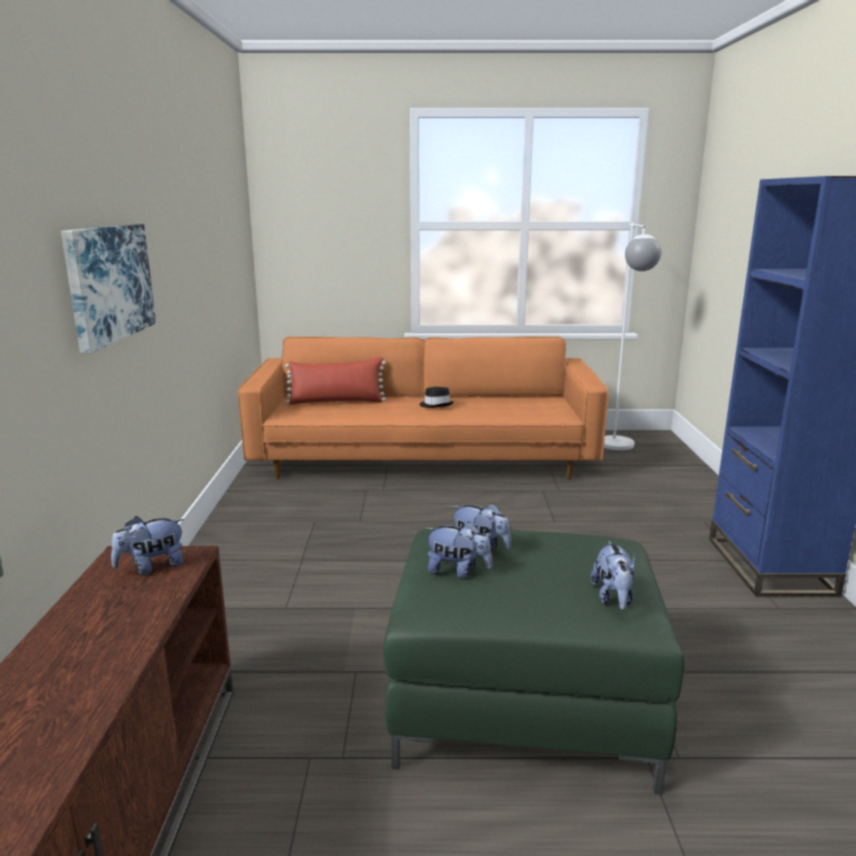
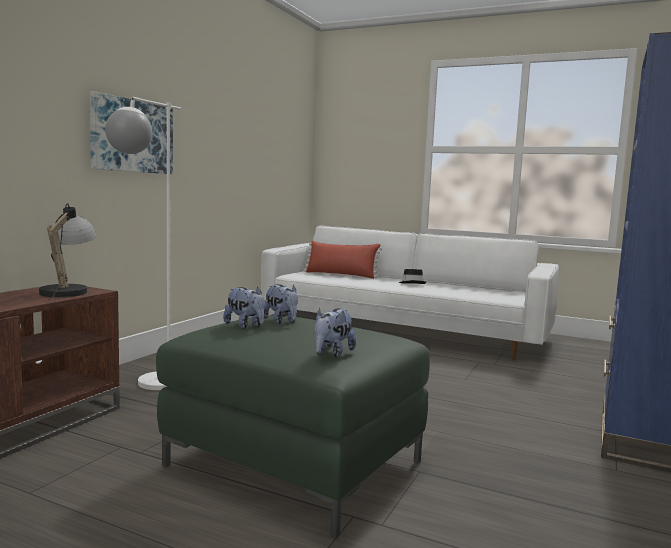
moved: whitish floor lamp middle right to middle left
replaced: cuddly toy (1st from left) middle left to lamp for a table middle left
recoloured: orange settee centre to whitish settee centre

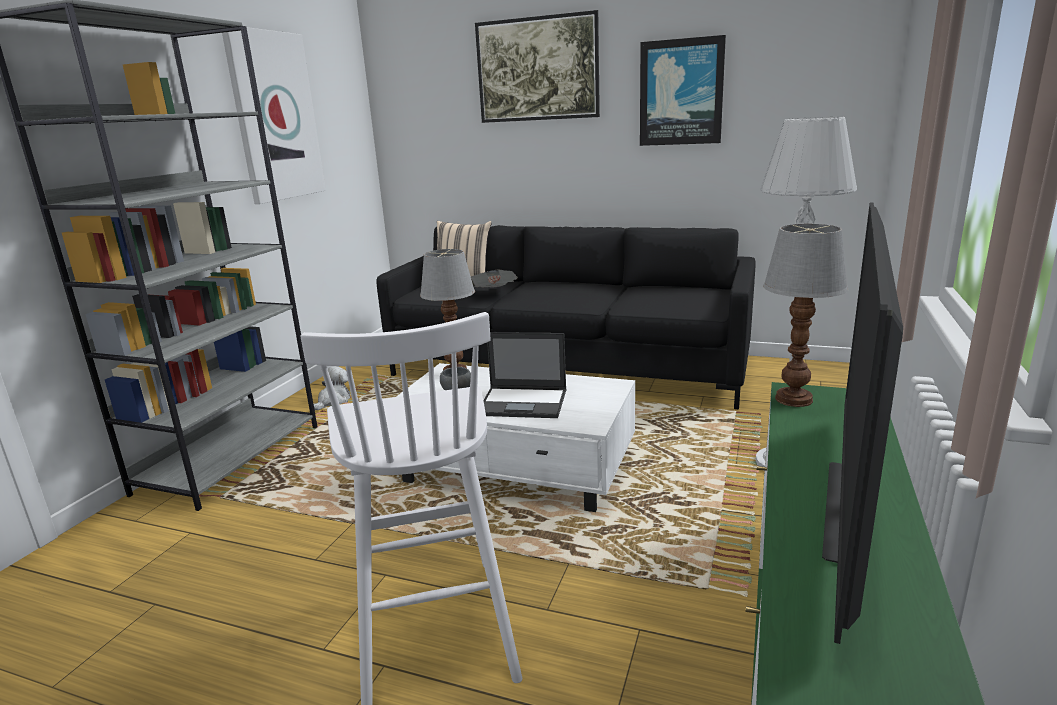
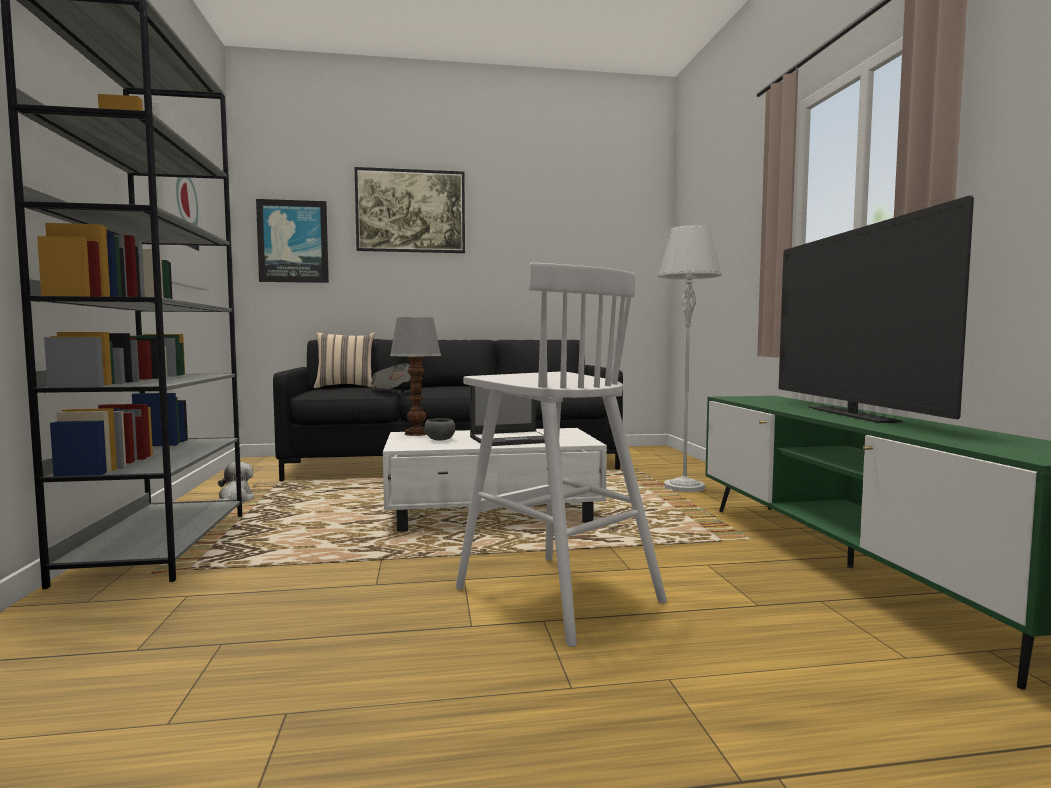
removed: lamp for a table (2nd from left) middle right
moved: wall picture (3rd from left in the first image) top centre to wall picture (2nd from left) top left

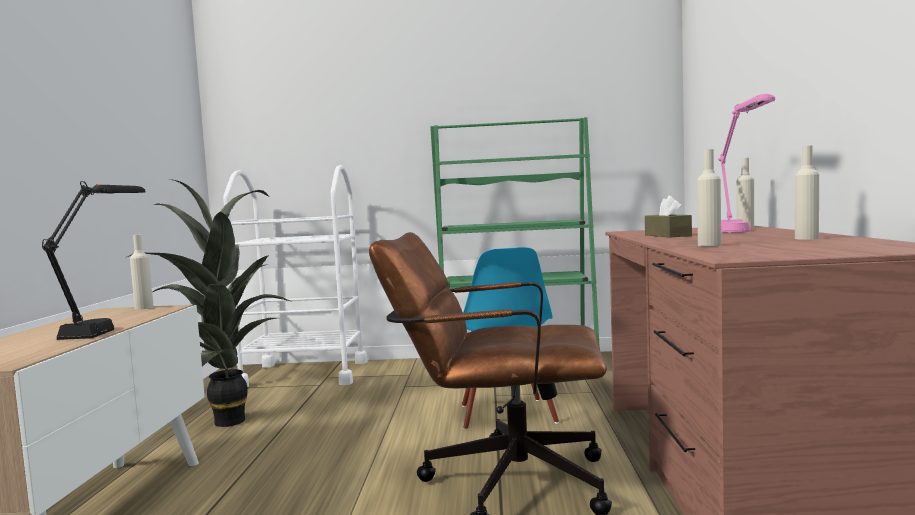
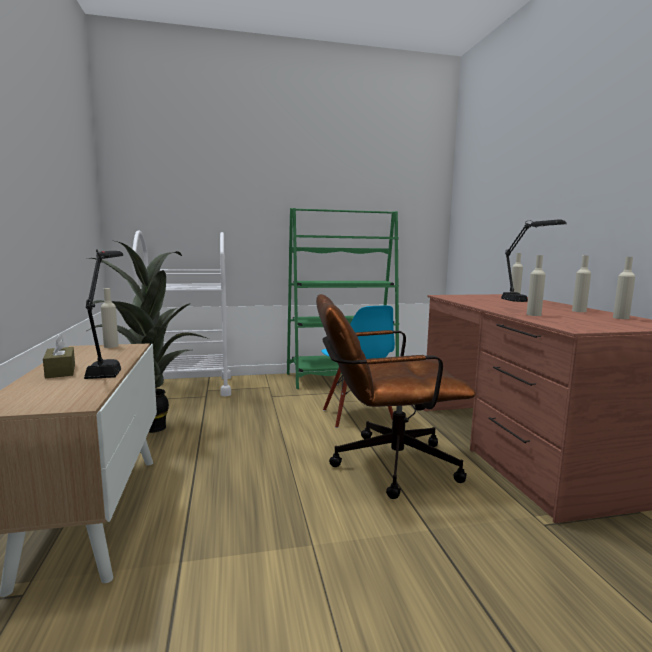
added: beige drink bottle (5th from left) middle right
moved: brown-coloured tissue box middle right to middle left
recoloured: pink-coloured lamp for a table top right to black-coloured lamp for a table (2nd from left) middle right

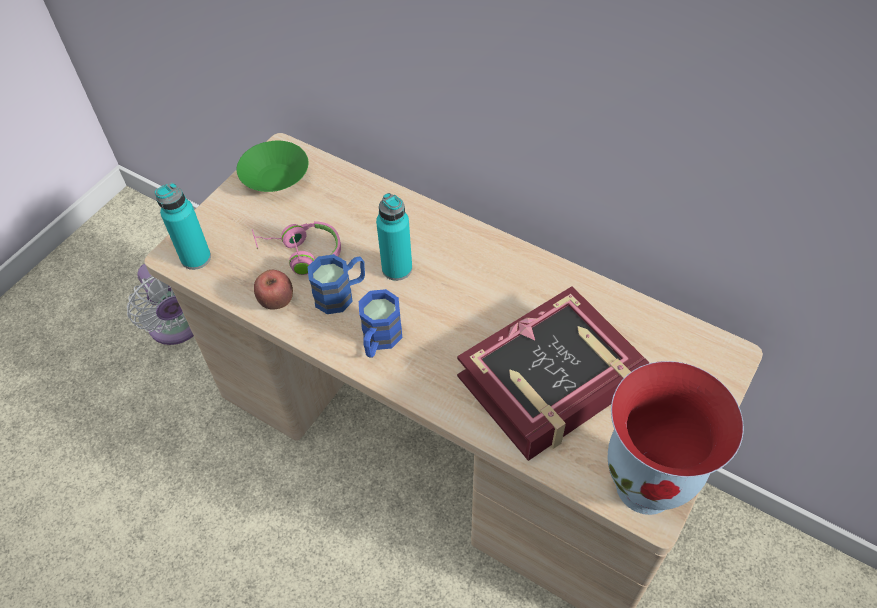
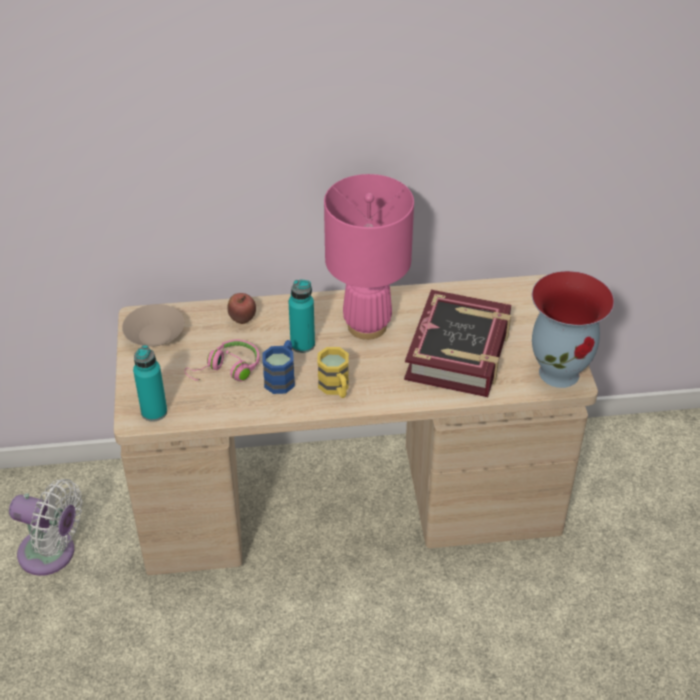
added: pink-coloured lamp for a table centre
moved: whole apple middle left to centre
recoloured: green-coloured deep dish top left to beige deep dish middle left; blue-coloured tea mug (2nd from left) centre to yellow tea mug centre

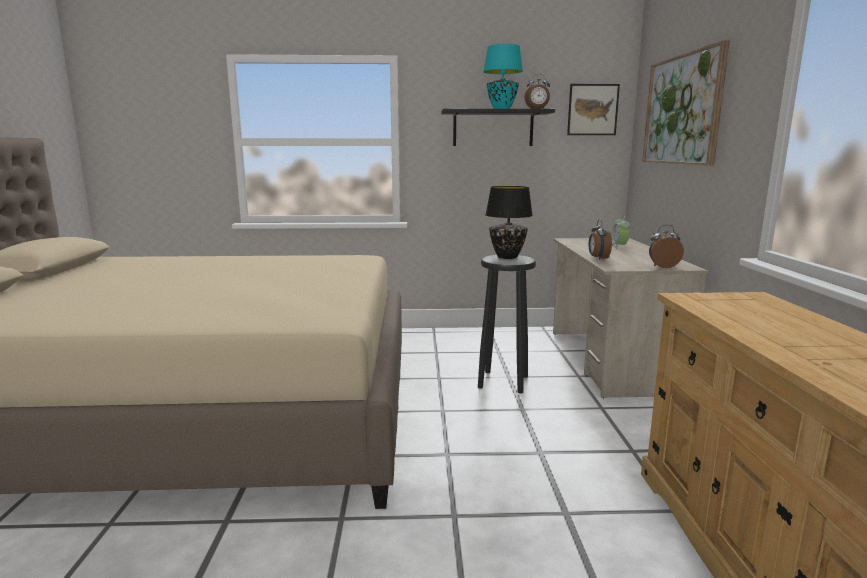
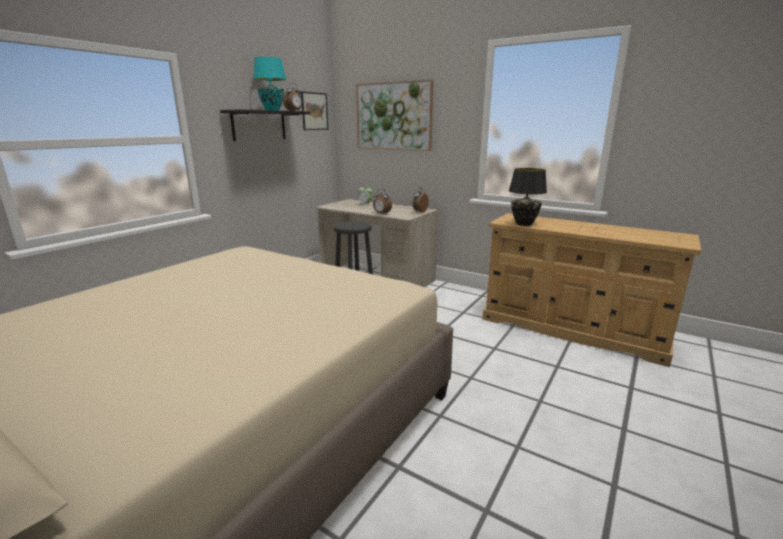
moved: black-coloured lamp for a table centre to middle right

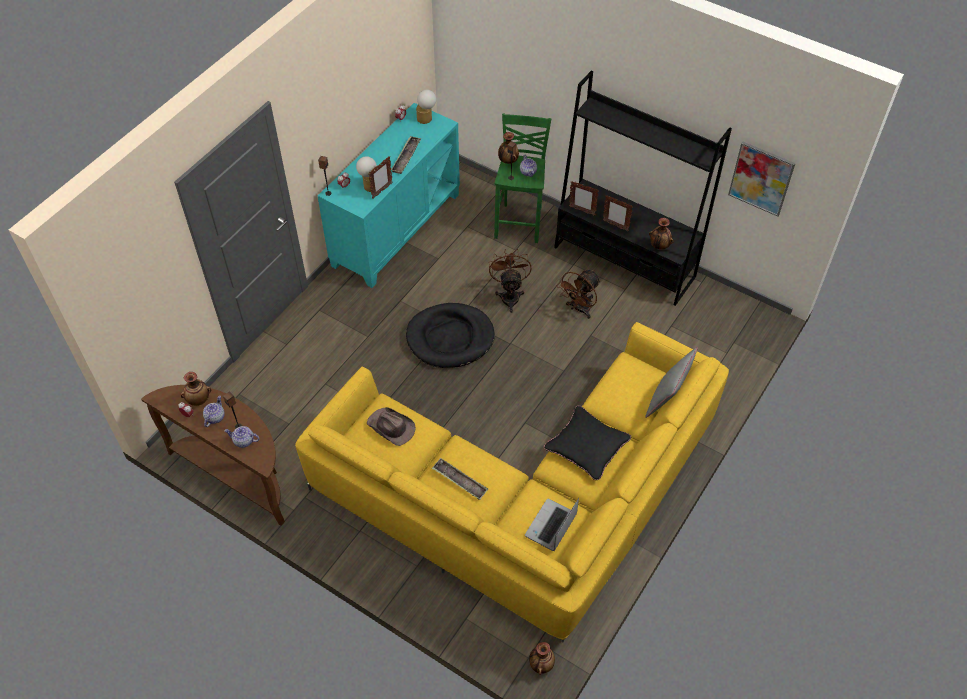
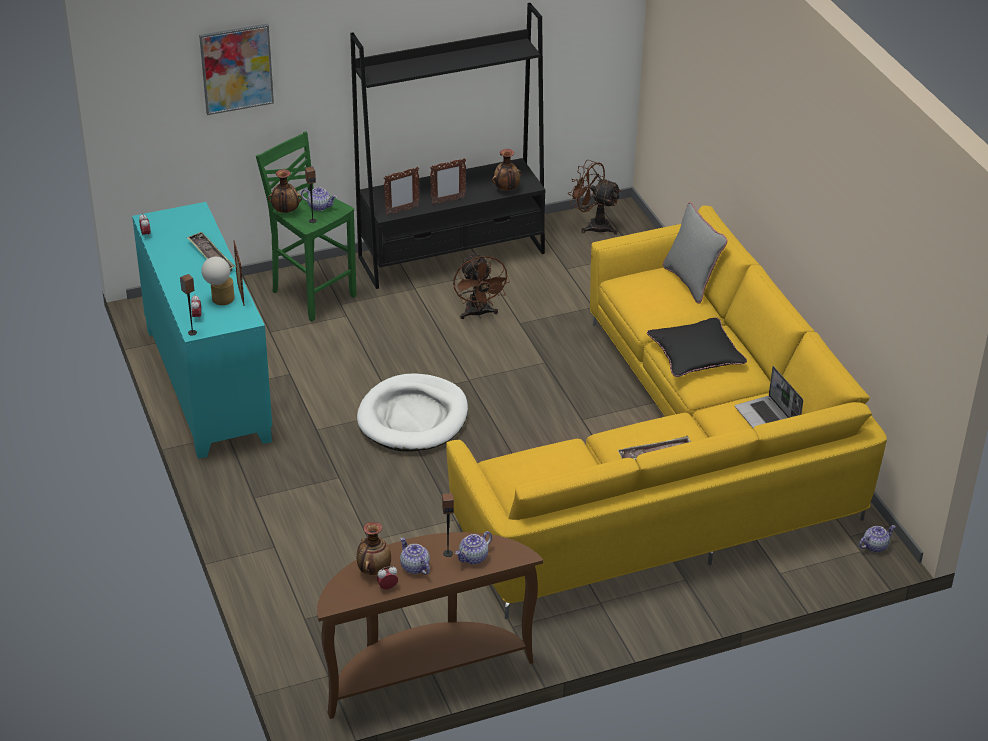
removed: brown-coloured hat centre; lamp for a table (2nd from left) top centre
moved: brown-coloured fan (1st from left in the first image) centre to brown-coloured fan (2nd from left) top centre; wall picture top right to top left
replaced: decorative vase (3rd from left) bottom centre to teapot (4th from left) bottom right
recoloured: black-coloured dog cushion centre to whitish dog cushion centre

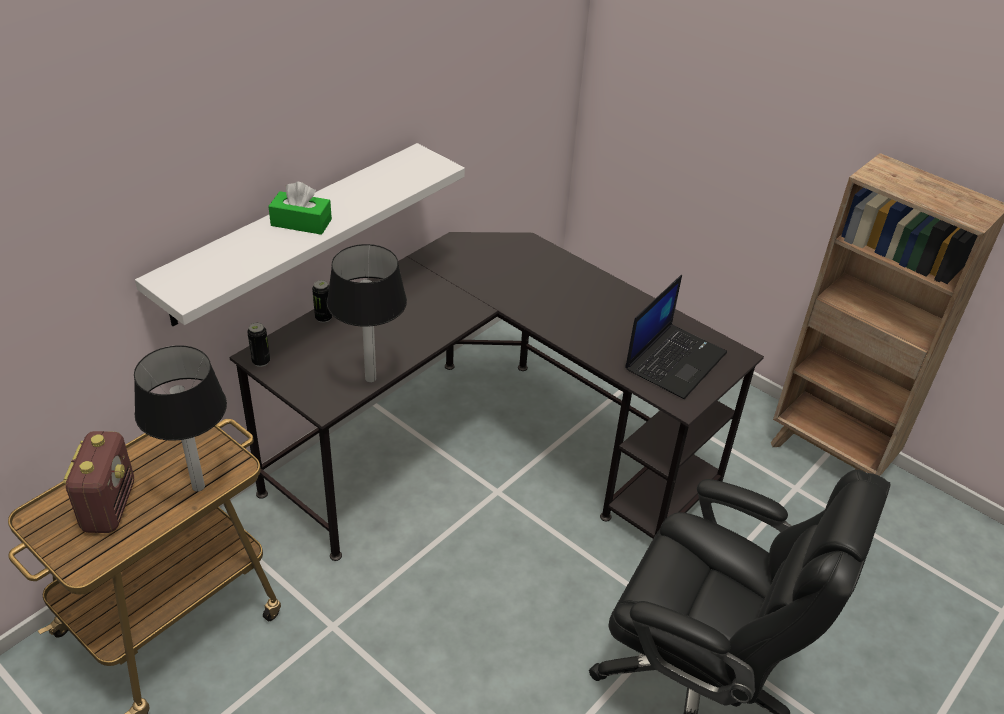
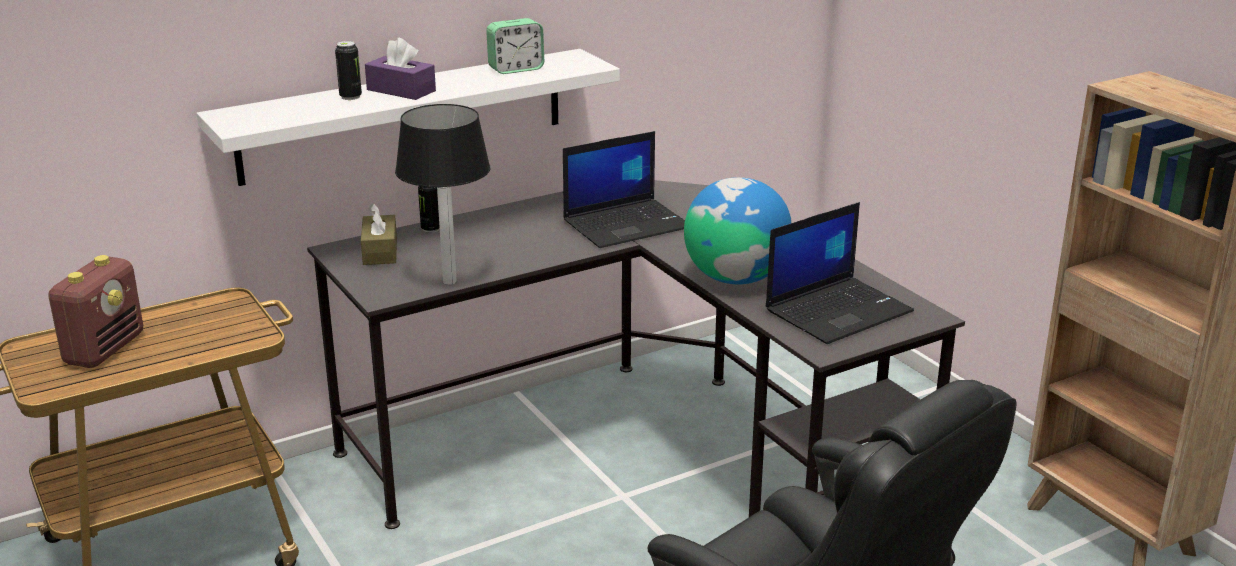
removed: lamp for a table (1st from left) middle left
added: brown-coloured tissue box middle left; table clock top centre; portable computer (1st from left) centre; world globe centre
moved: sealed can (1st from left) middle left to top left
recoloured: green-coloured tissue box top left to purple tissue box top left

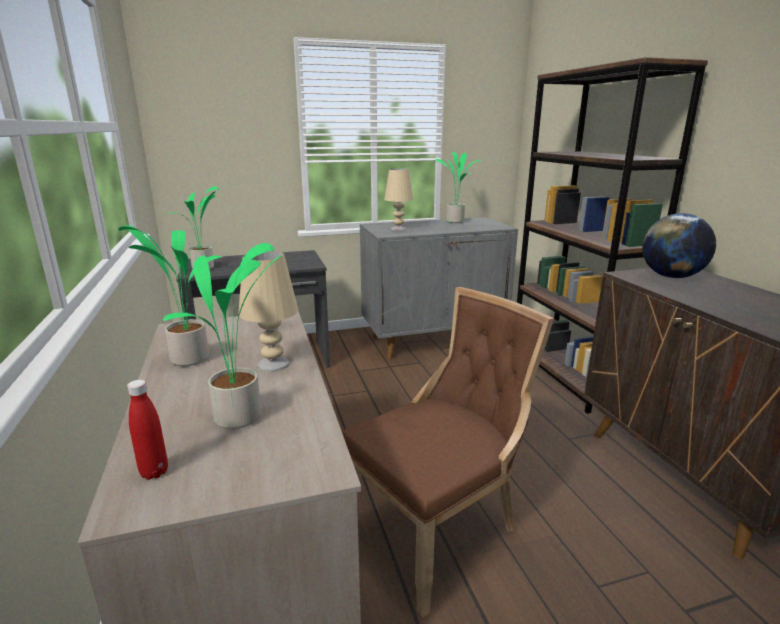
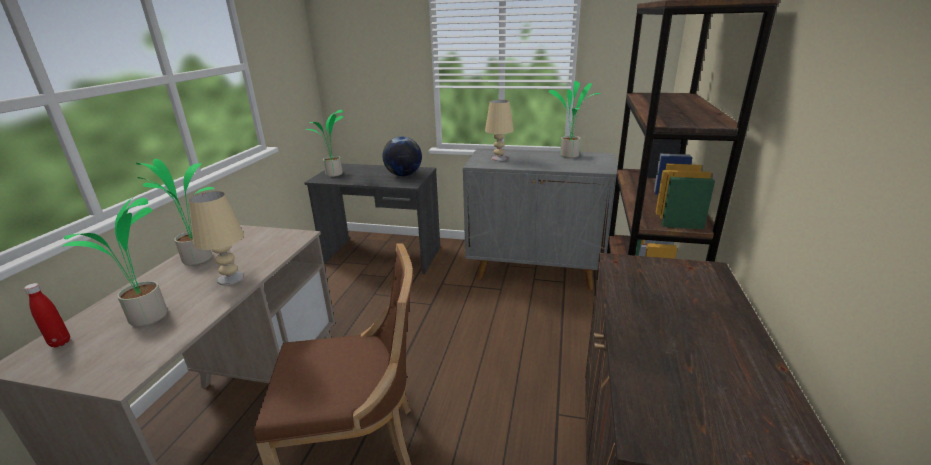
moved: world globe middle right to centre

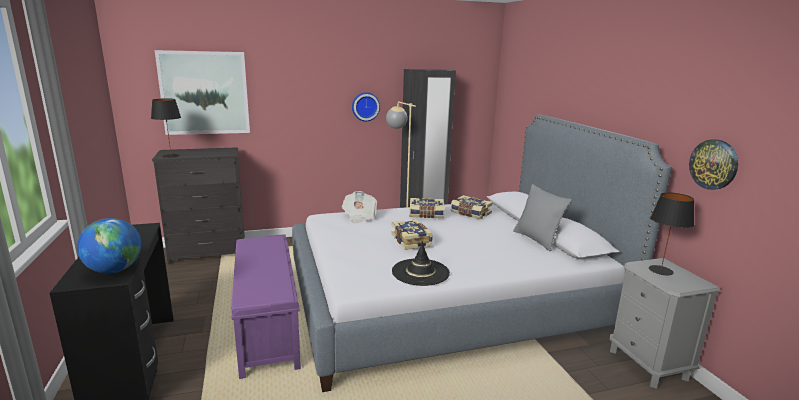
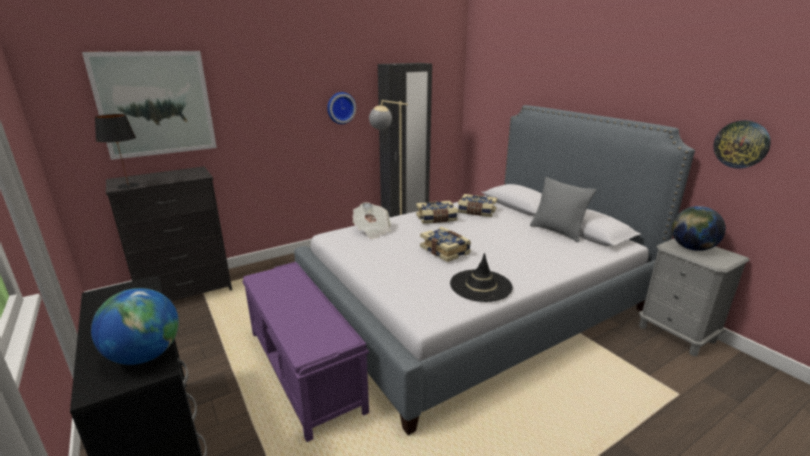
replaced: black-coloured lamp for a table (2nd from left) middle right to world globe (2nd from left) middle right

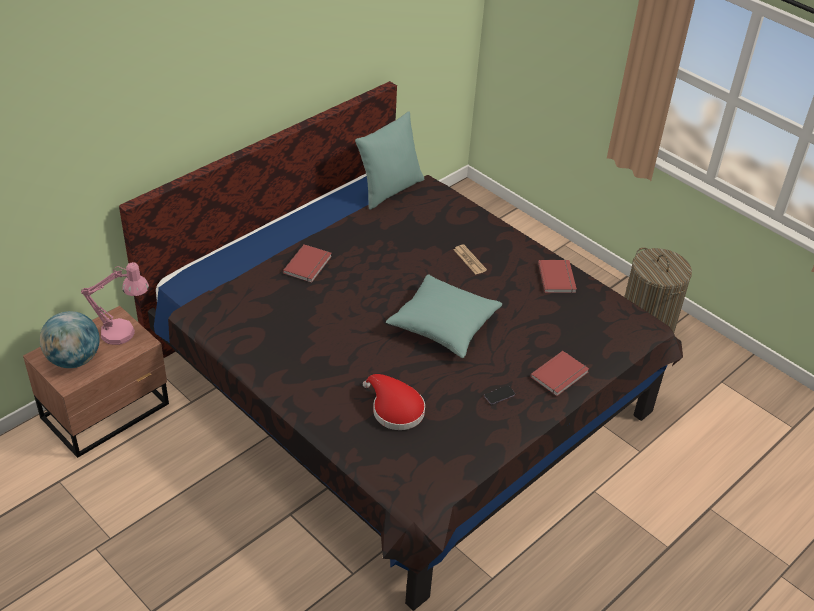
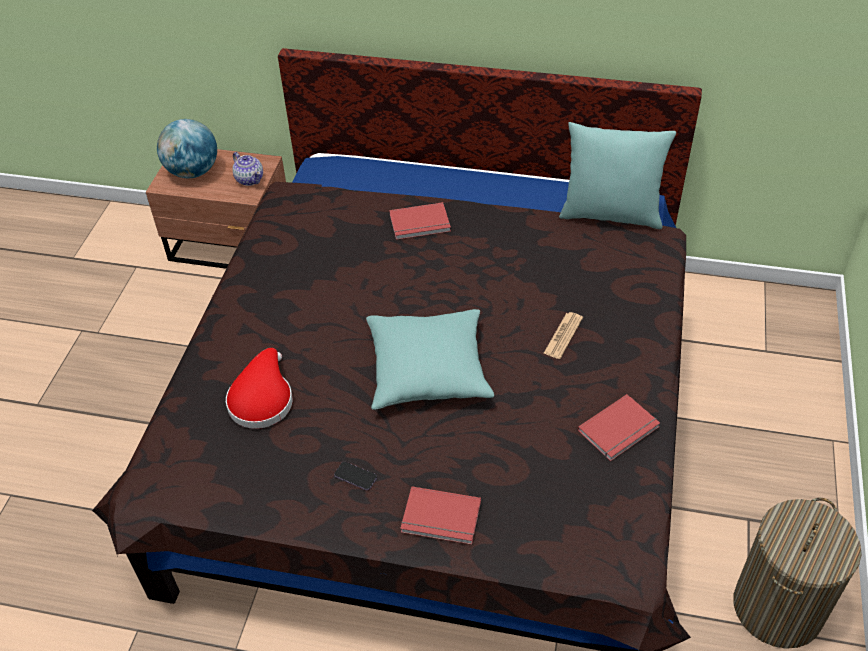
replaced: pink-coloured lamp for a table middle left to teapot top left

